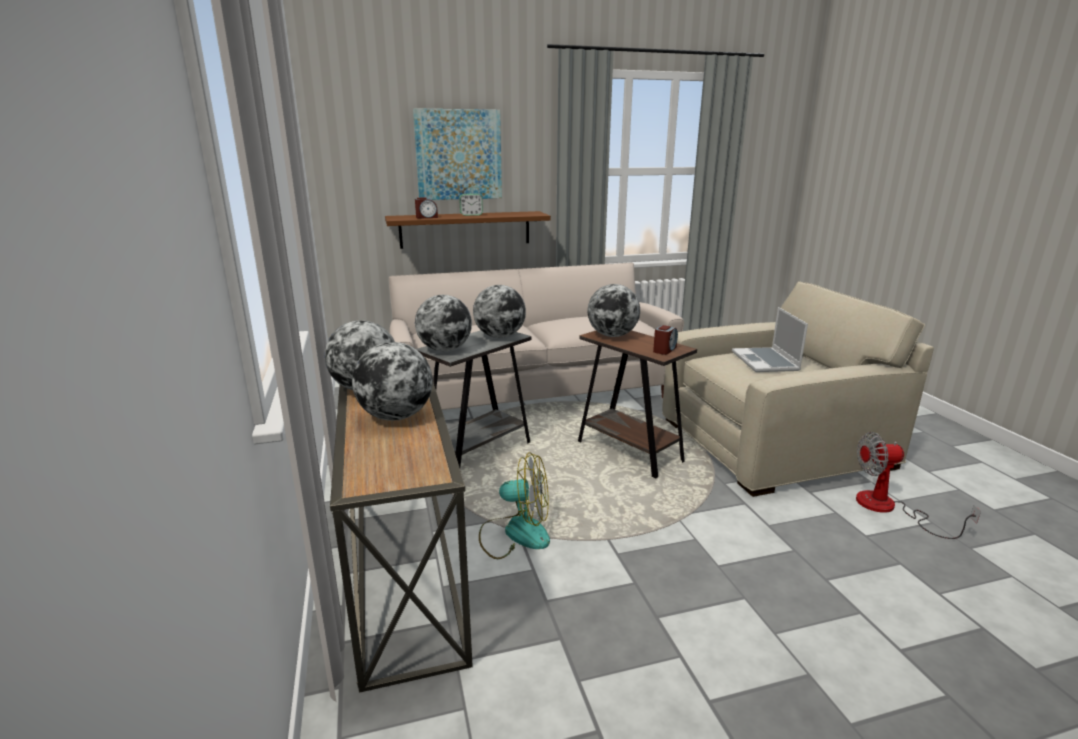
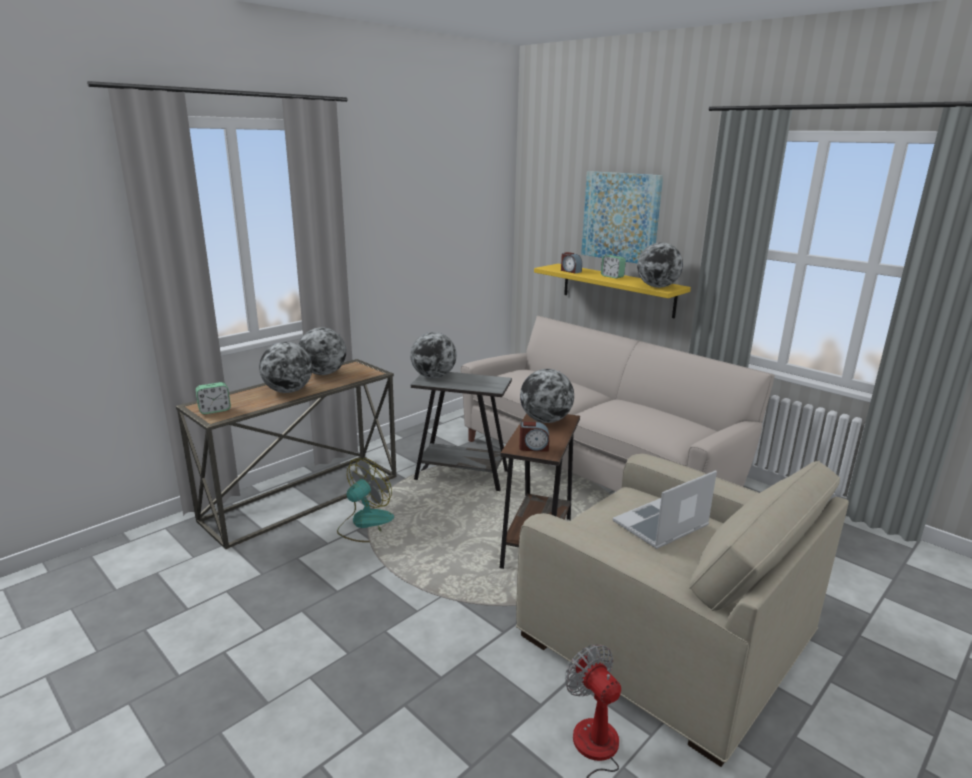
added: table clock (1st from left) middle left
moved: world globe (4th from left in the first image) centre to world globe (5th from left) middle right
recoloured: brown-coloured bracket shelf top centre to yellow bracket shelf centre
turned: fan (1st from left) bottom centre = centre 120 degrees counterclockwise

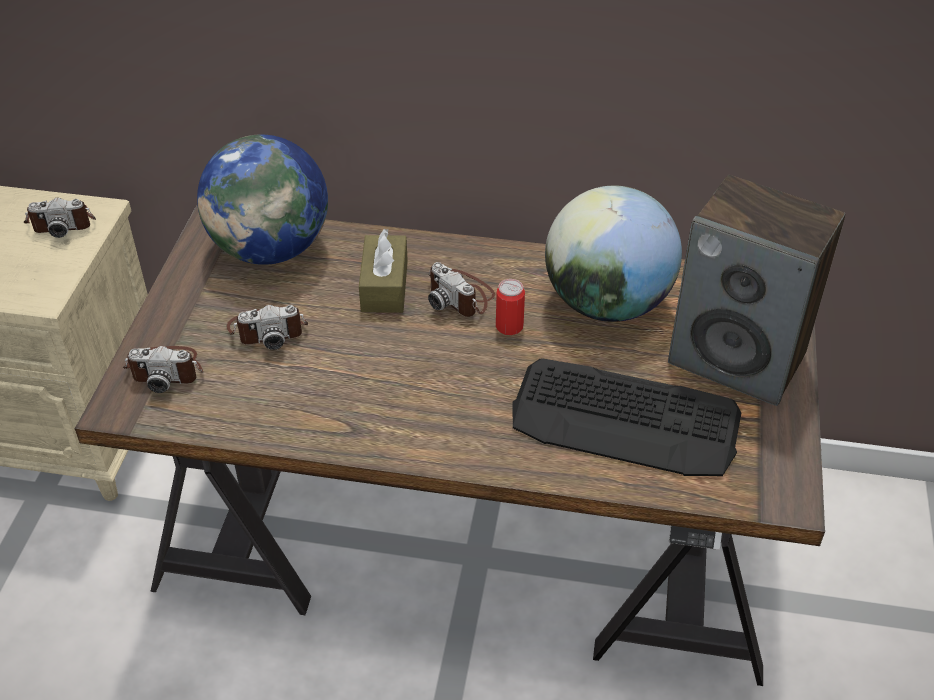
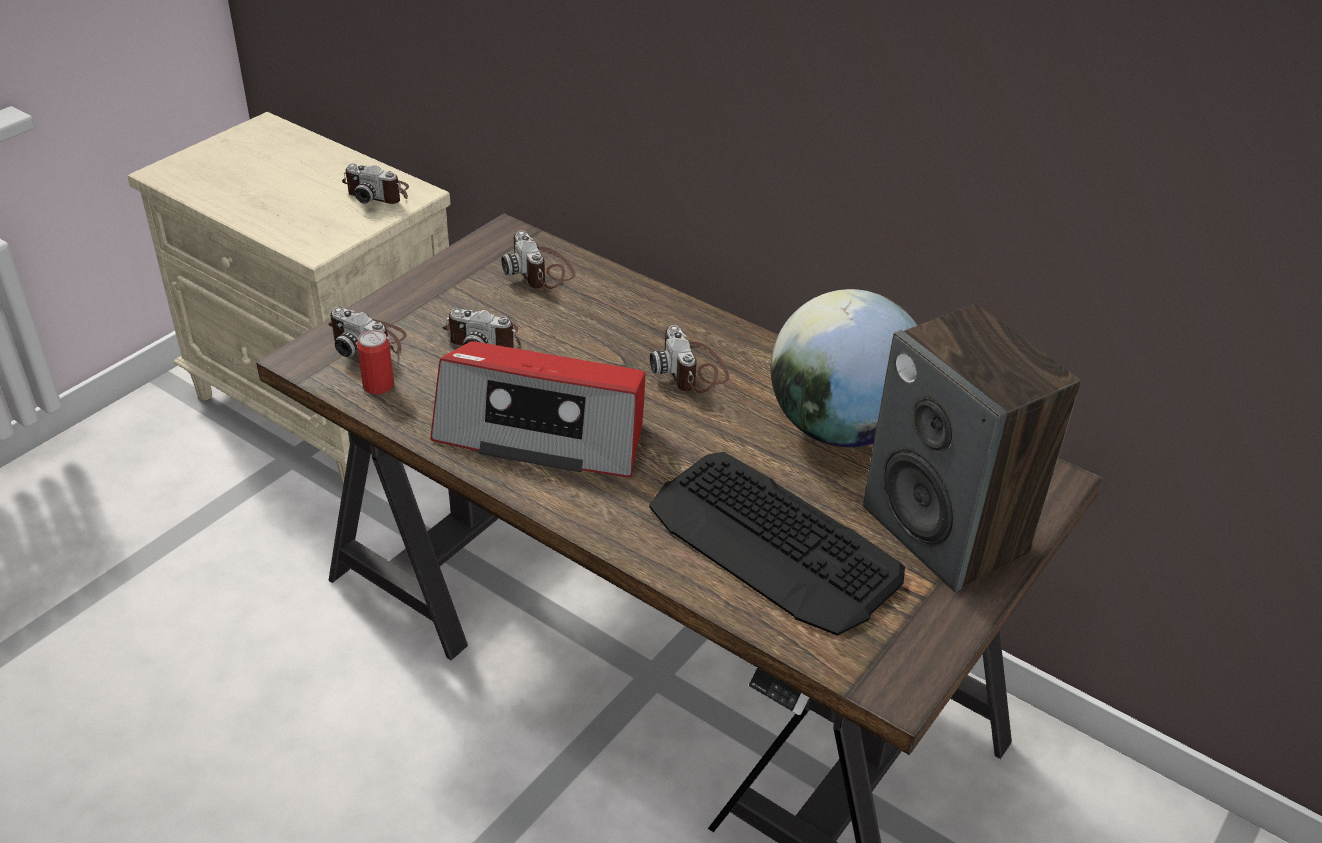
removed: brown-coloured tissue box centre
added: radio set centre
moved: sealed can centre to middle left
replaced: world globe (1st from left) top left to photo camera (4th from left) top centre

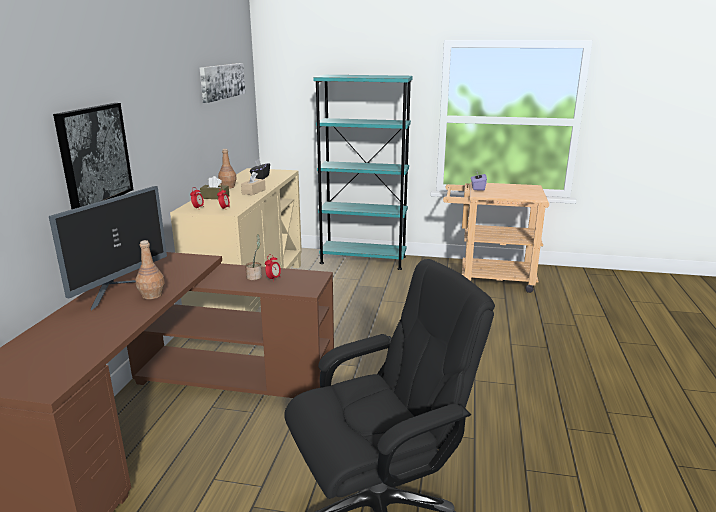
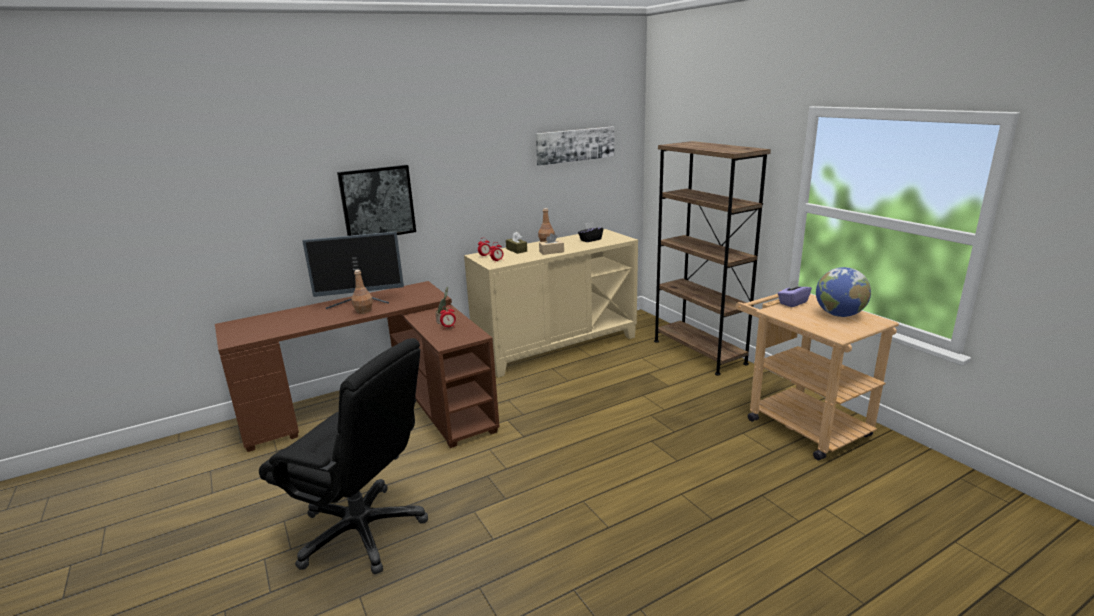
added: world globe middle right
recoloured: blue-green bookshelf centre to brown-coloured bookshelf centre

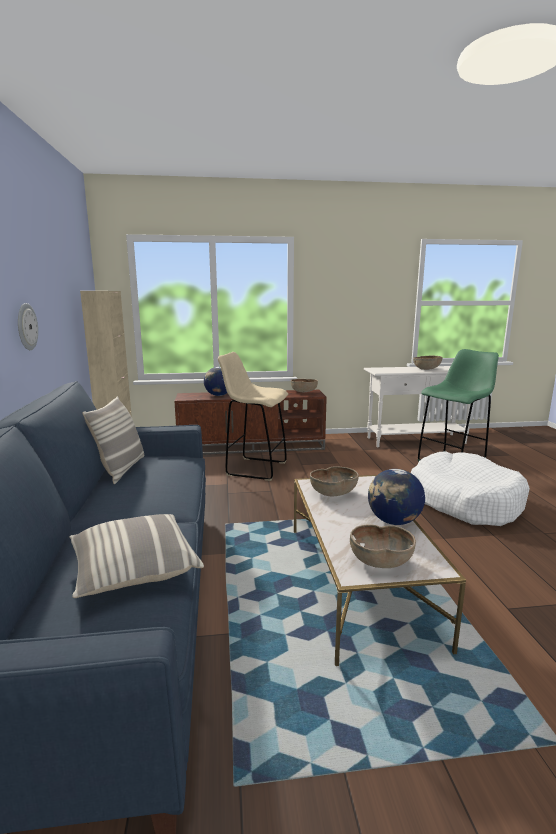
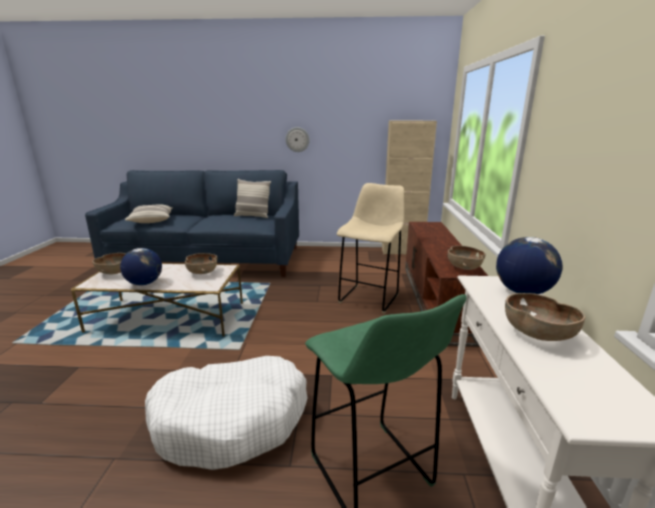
moved: world globe (1st from left in the first image) centre to world globe (2nd from left) middle right

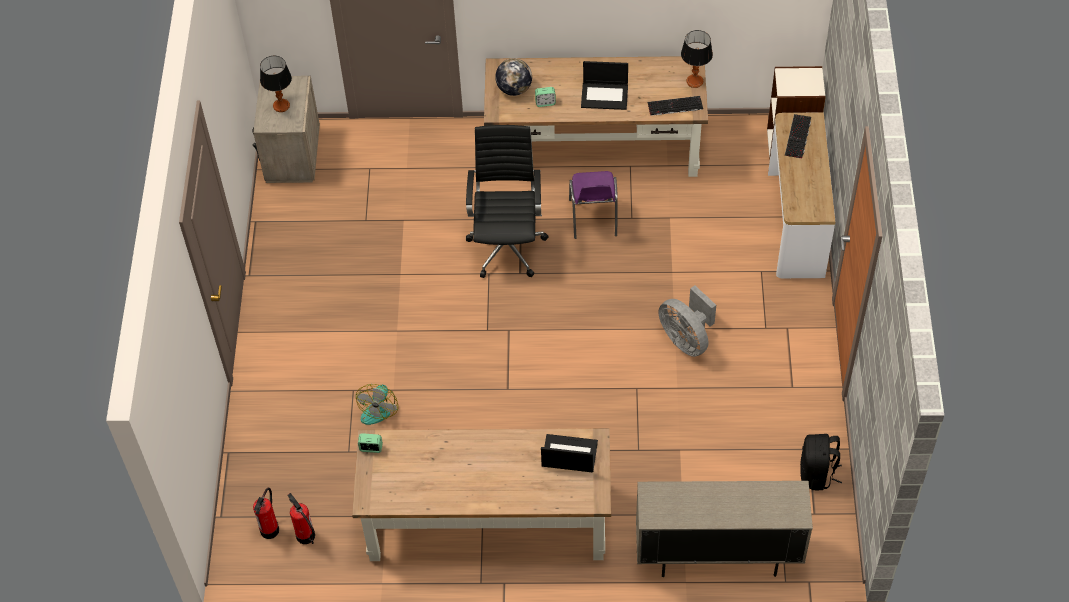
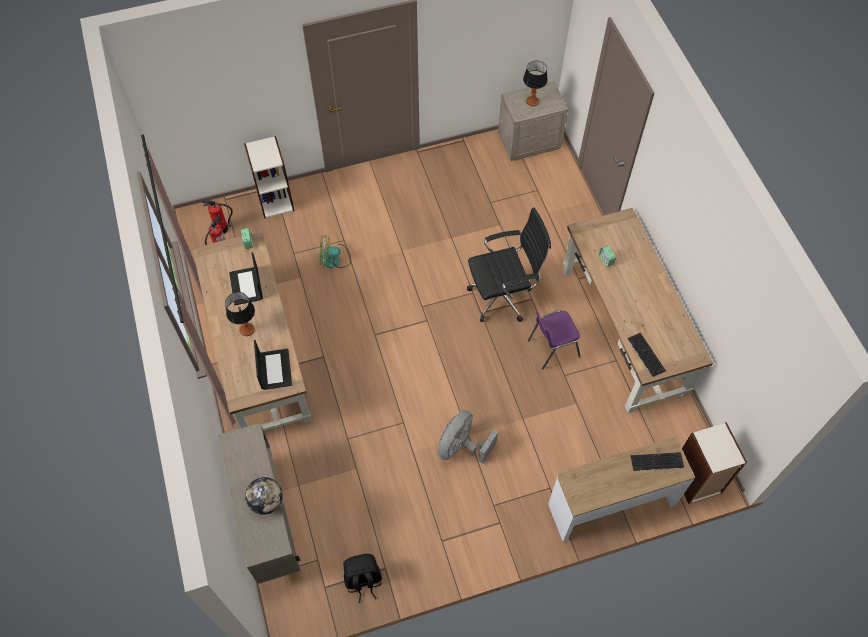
added: bookshelf (1st from left) top left
moved: world globe top centre to bottom left; portable computer (2nd from left in the first image) top centre to portable computer (1st from left) middle left; lamp for a table (2nd from left in the first image) top centre to lamp for a table (1st from left) middle left

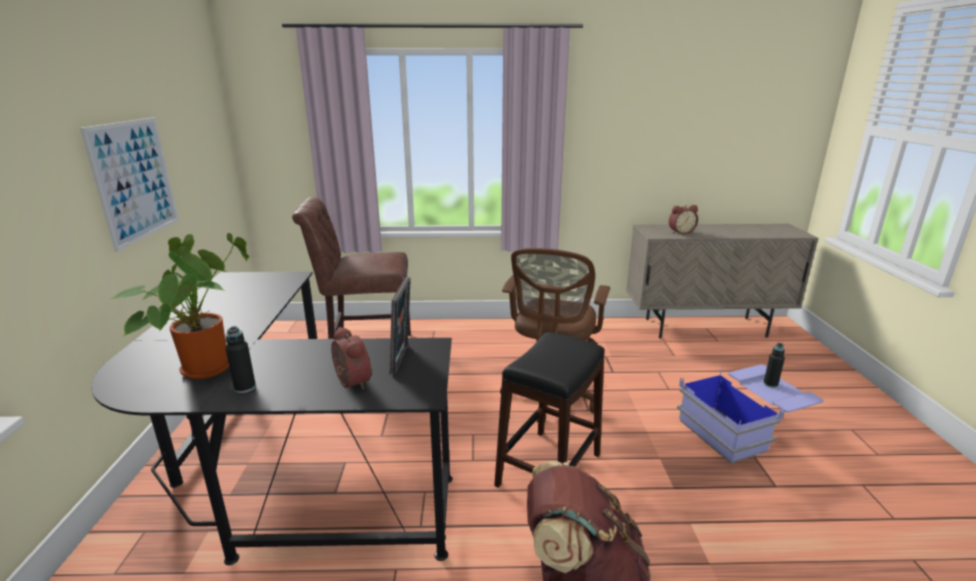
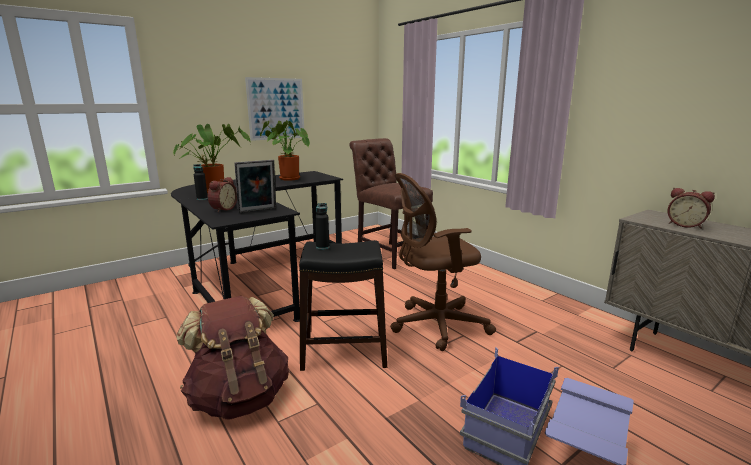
added: potted plant (2nd from left) top centre
moved: black-coloured drink bottle (2nd from left) middle right to centre

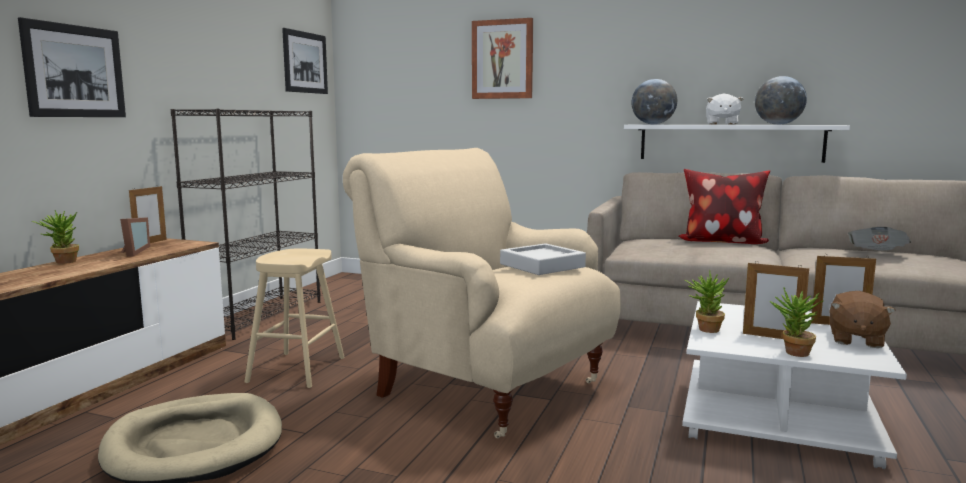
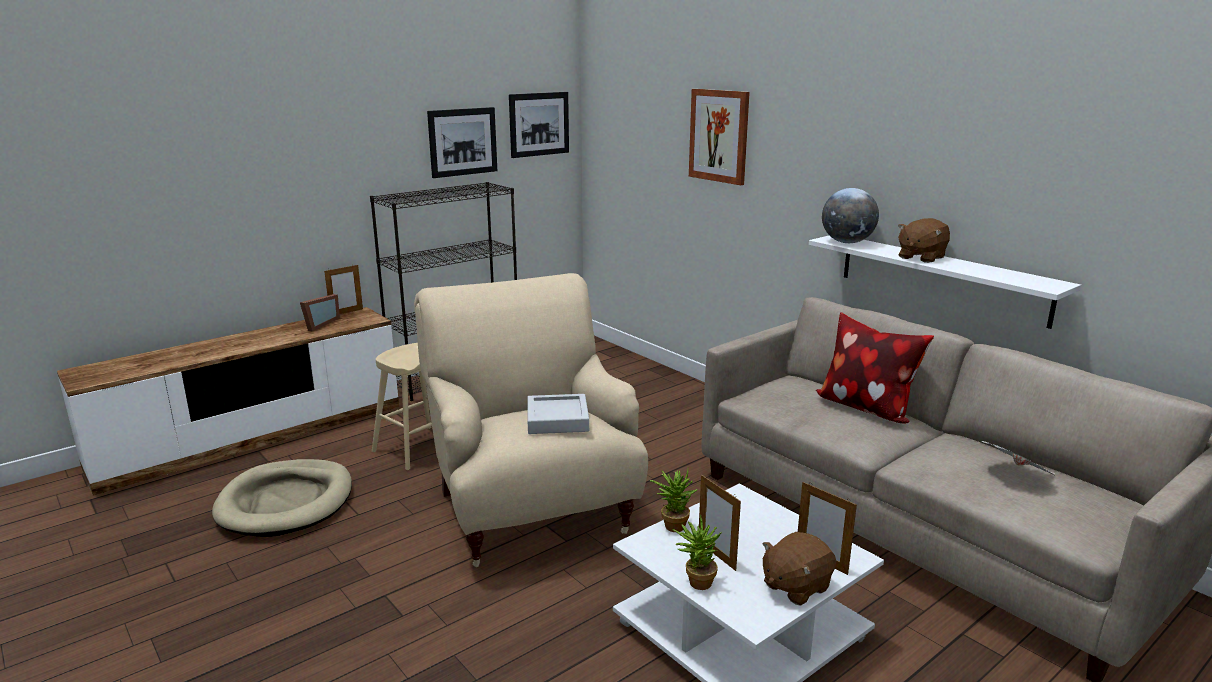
removed: potted plant (1st from left) middle left; world globe (2nd from left) top right
moved: wall picture (1st from left) top left to top centre
recoloured: whitish cuddly toy top right to brown-coloured cuddly toy (2nd from left) middle right

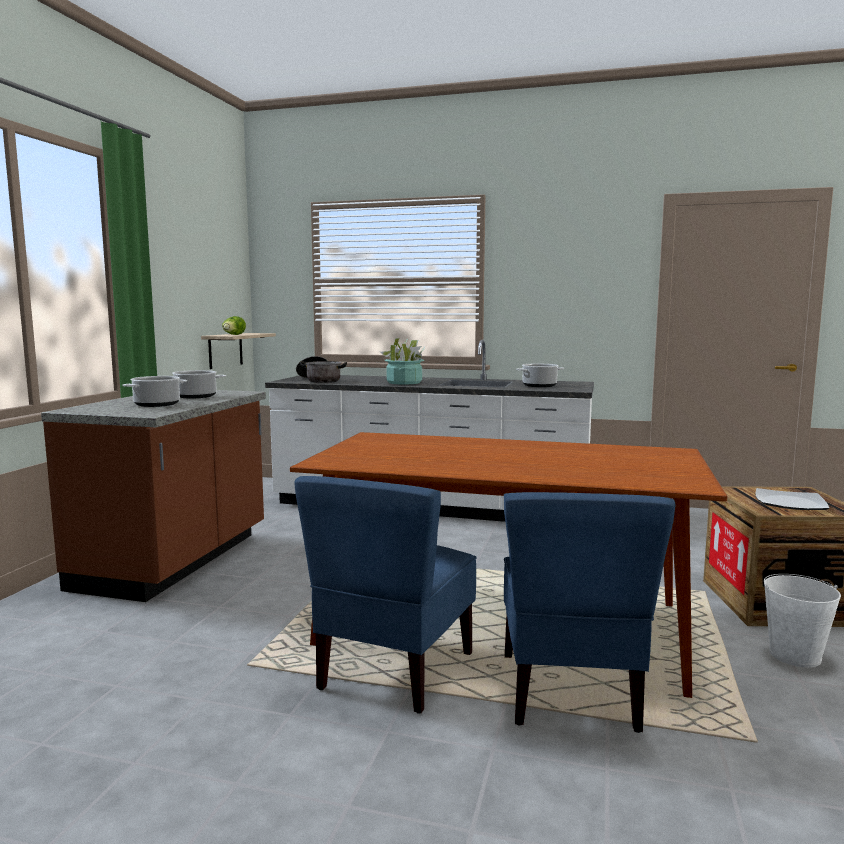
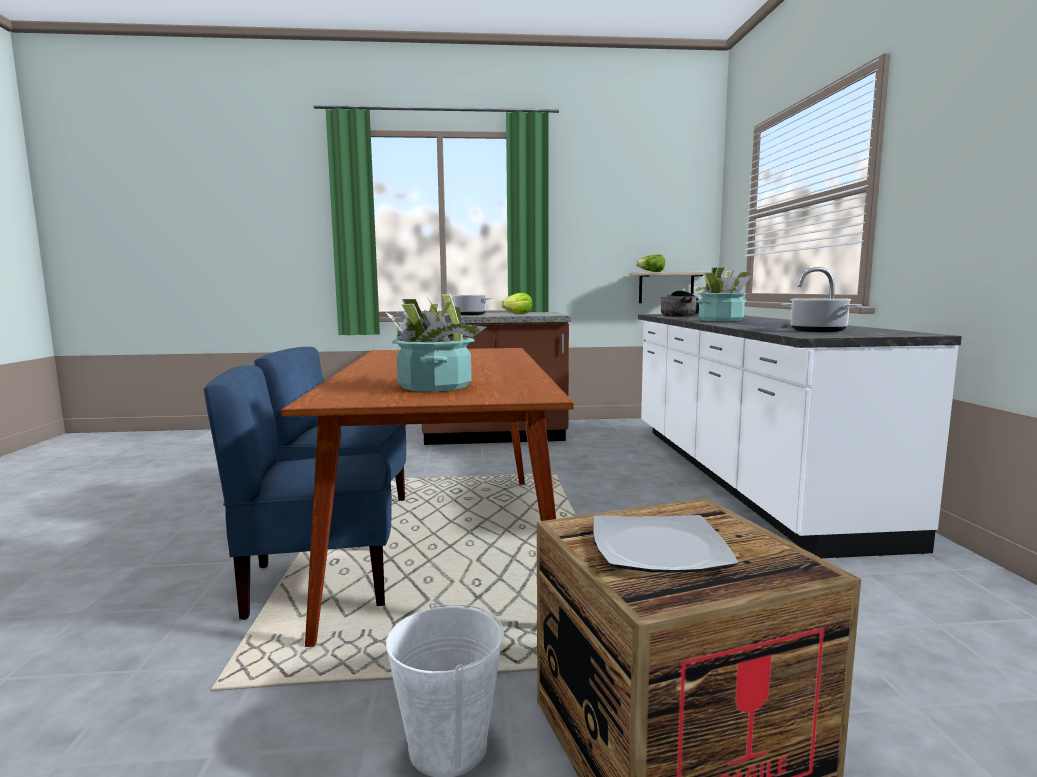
added: potted plant (1st from left) centre
replaced: saucepot (2nd from left) middle left to head of lettuce (1st from left) centre

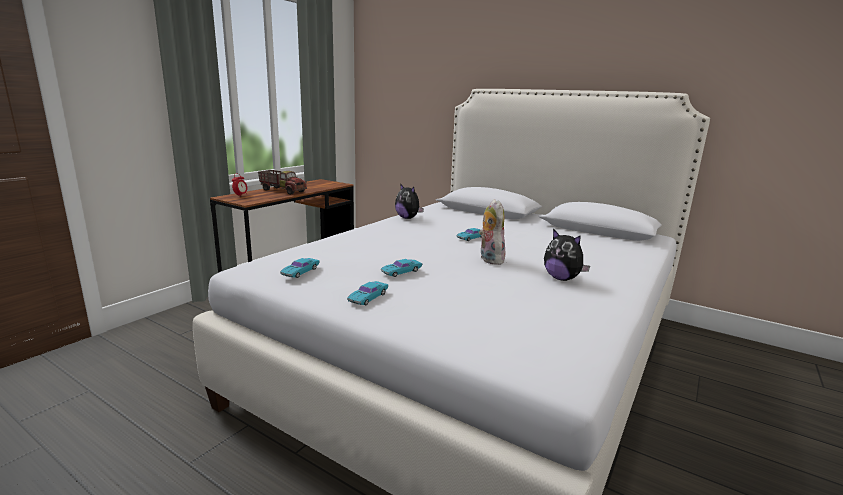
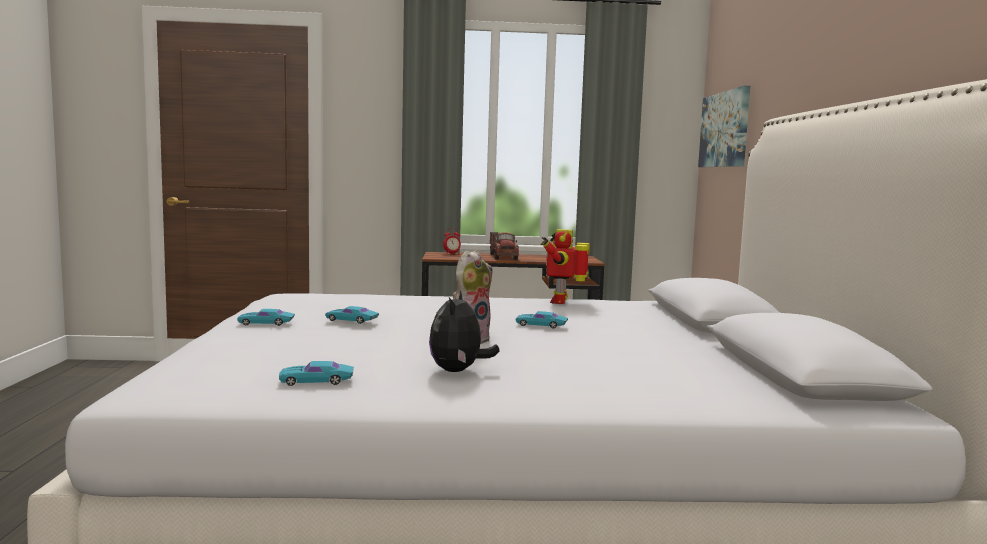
added: wall picture top right
moved: blue-green model car (1st from left in the first image) centre to blue-green model car (2nd from left) bottom left
replaced: cuddly toy (1st from left) centre to model robot centre

